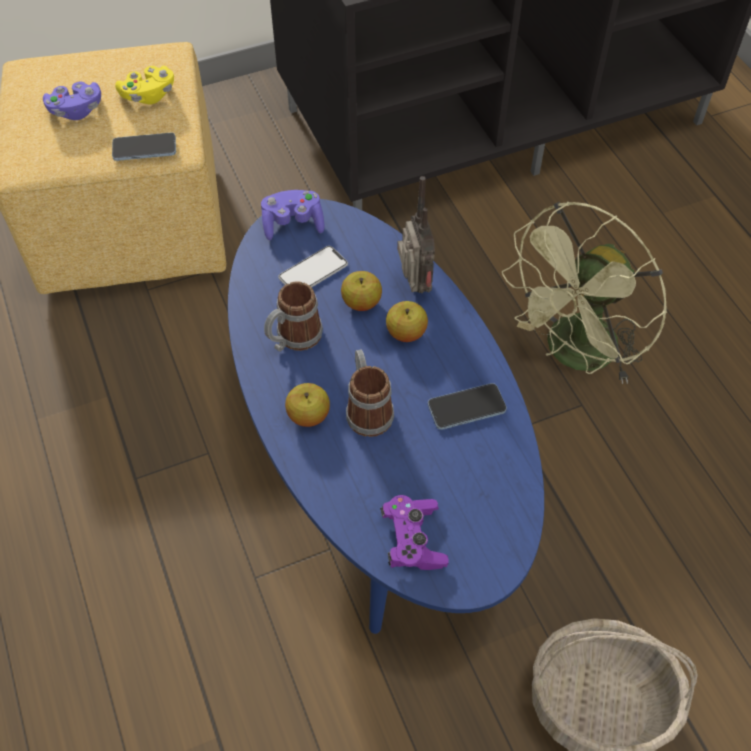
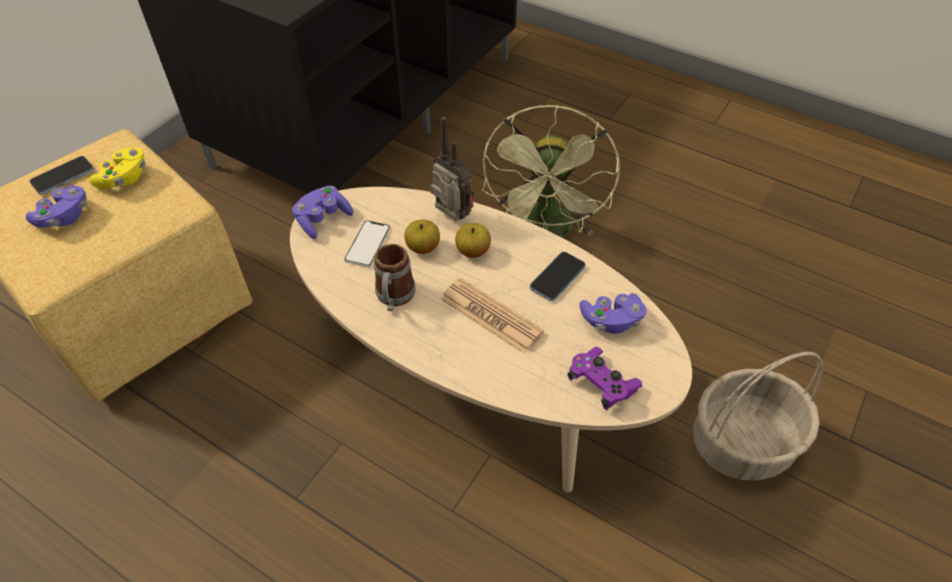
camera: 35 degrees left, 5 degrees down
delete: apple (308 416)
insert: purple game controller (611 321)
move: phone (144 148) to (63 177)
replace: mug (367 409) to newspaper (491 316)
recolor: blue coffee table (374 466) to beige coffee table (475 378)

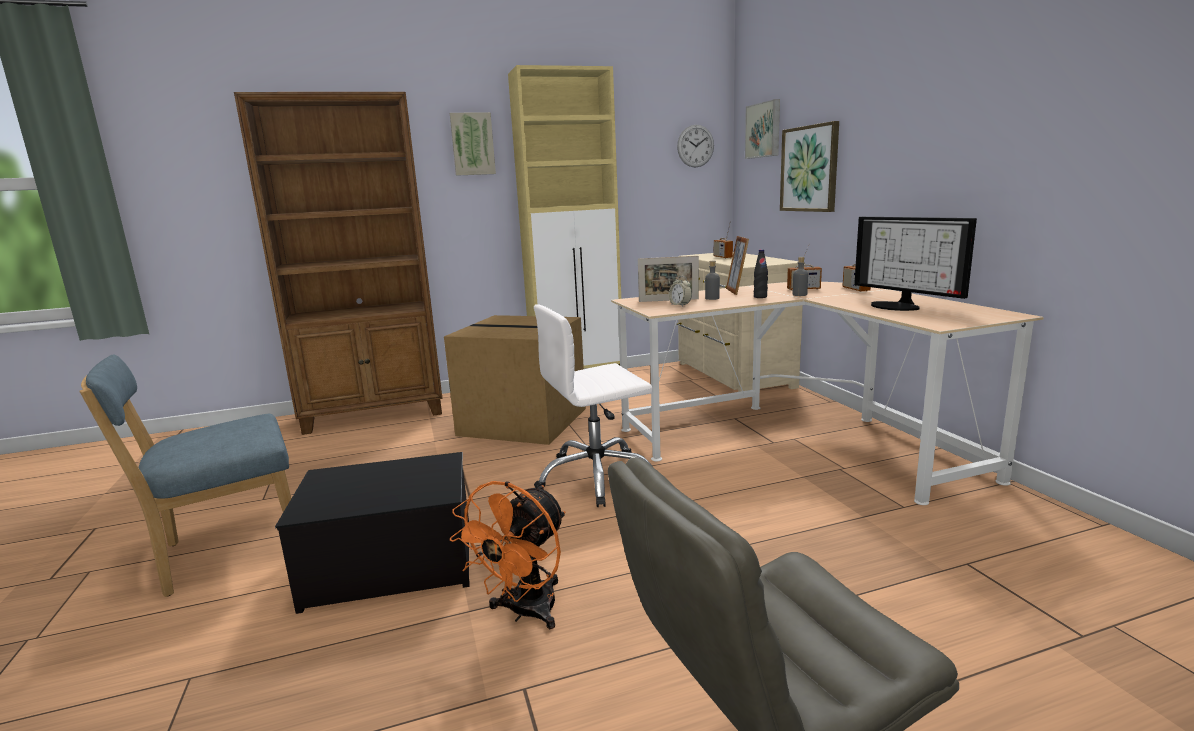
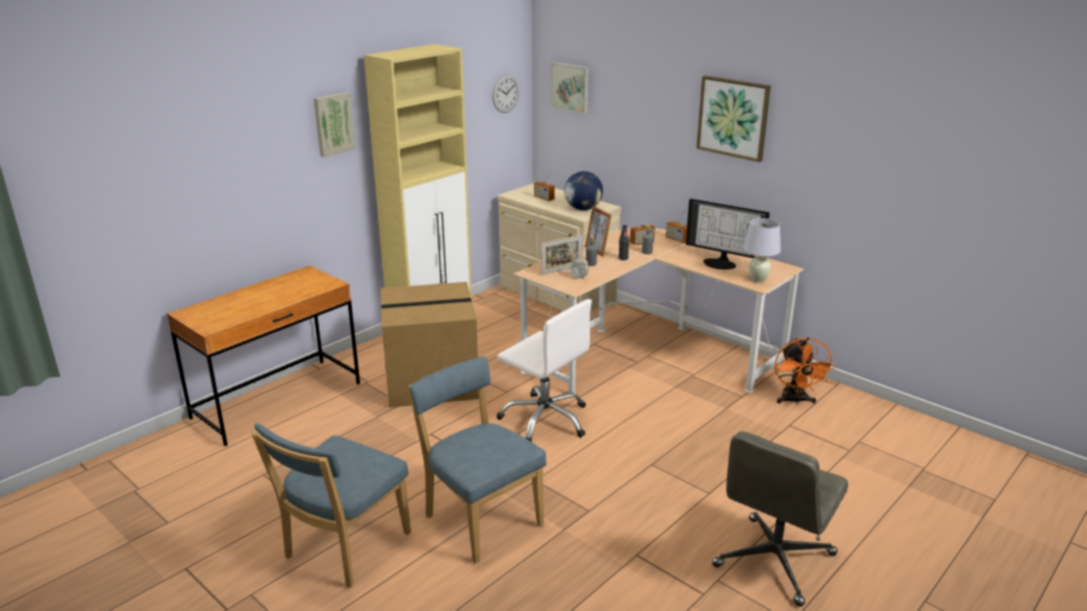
camera: 30 degrees left, 10 degrees up
insert: globe (583 209); white table lamp (758 280)
move: picture (810 169) to (733 117); orange fan (524 613) to (795 401)
replace: brown bookcase (375 414) to brown desk (278 400); storage box (393 564) to blue chair (480 518)
rotate: white office chair (596 477) = (545 419) 90 degrees counterclockwise

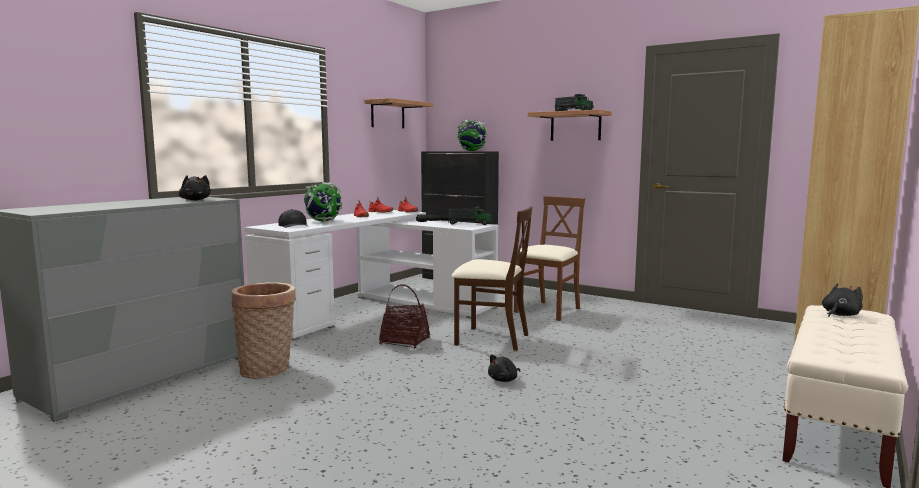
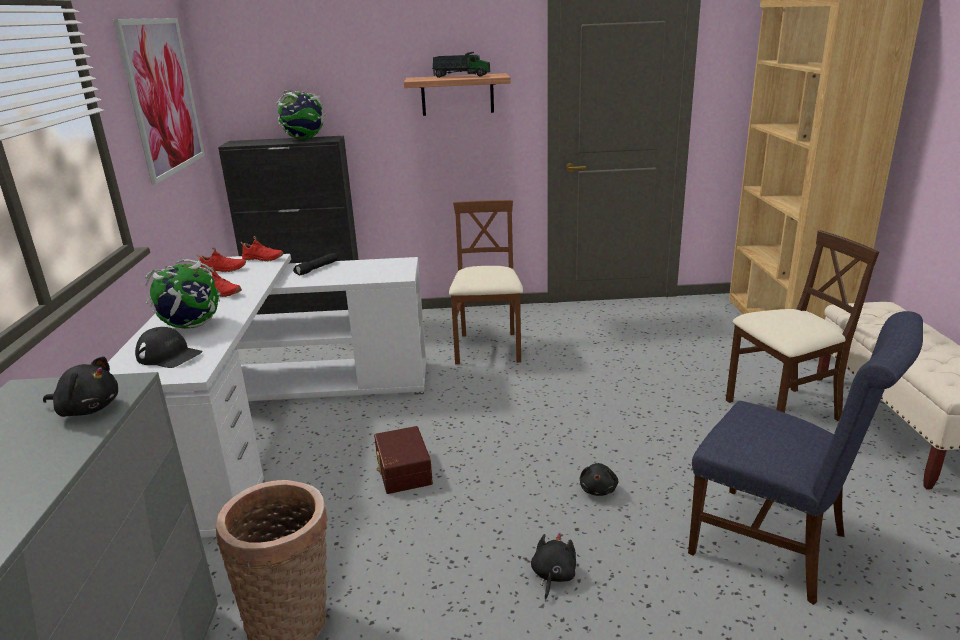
camera: 35 degrees left, 15 degrees up
delete: toy truck (469 224)
insert: blue chair (778 546)
move: black plush toy (839 315) to (553 576); beige chair (491 339) to (782 412)
replace: shelf (387 114) to picture (163 96); basket (405 341) to brown storage box (402 471)

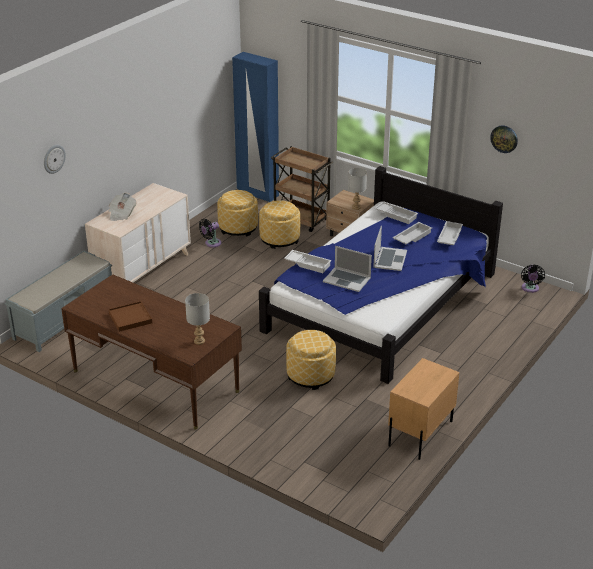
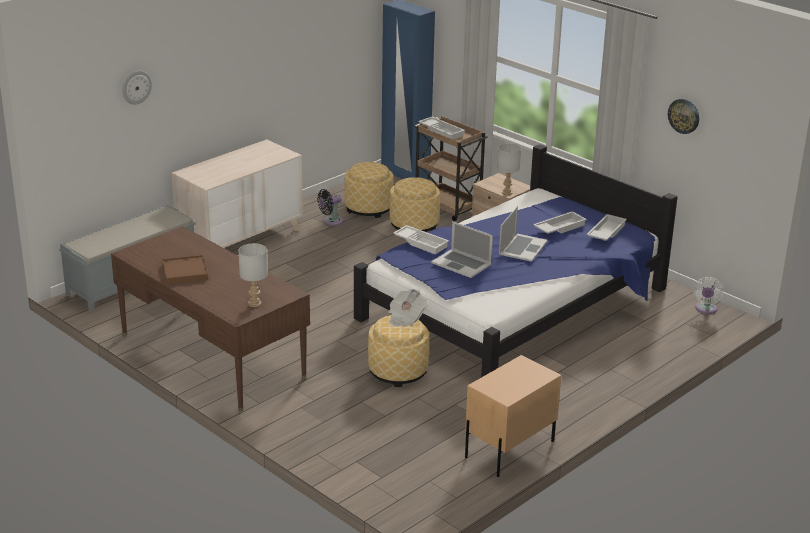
camera: 10 degrees right, 5 degrees down
move: newspaper (121 214) to (405 318); white tray (396 215) to (442 131)
recolor: black fan (530 289) to white fan (705 309)

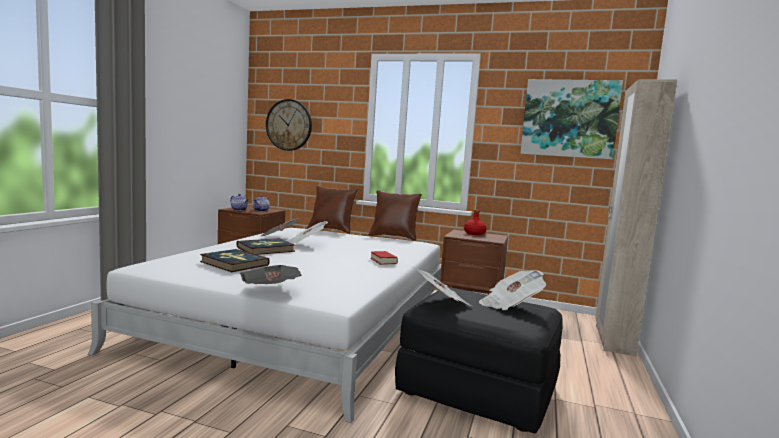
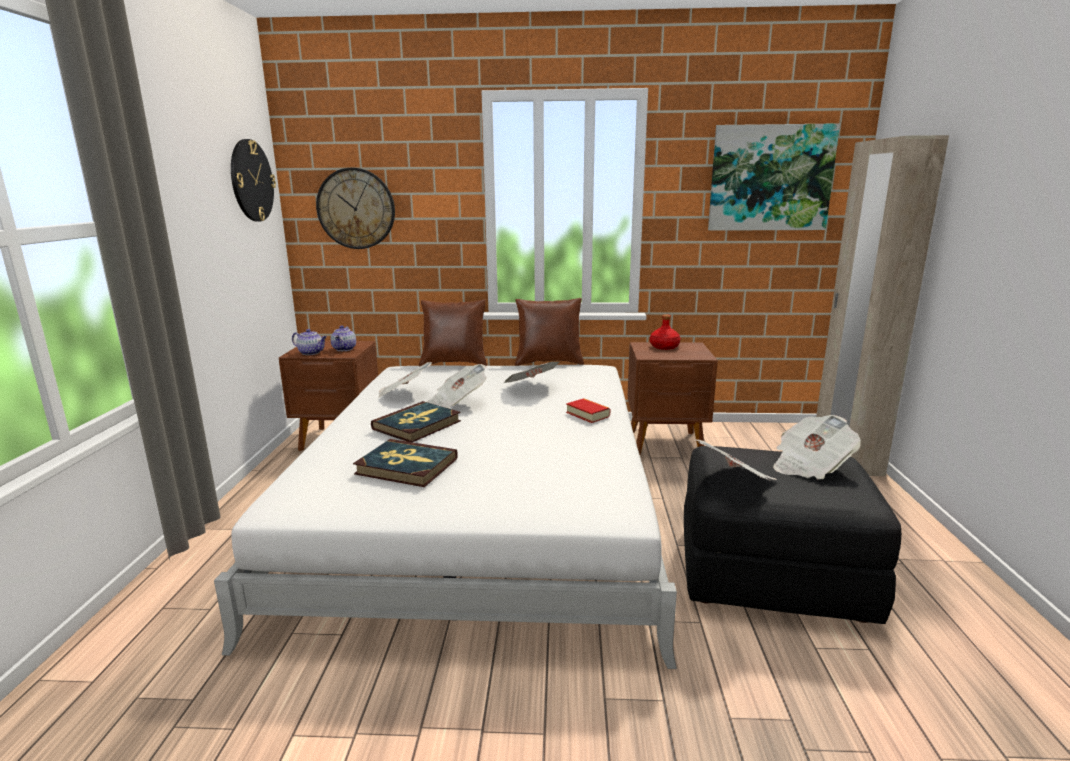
camera: 15 degrees left, 10 degrees up
insert: wall clock (251 181)
move: newspaper (270 292) to (530 387)

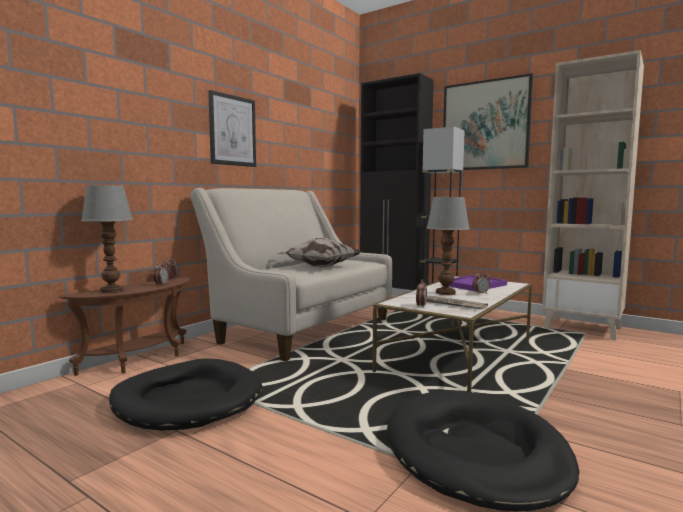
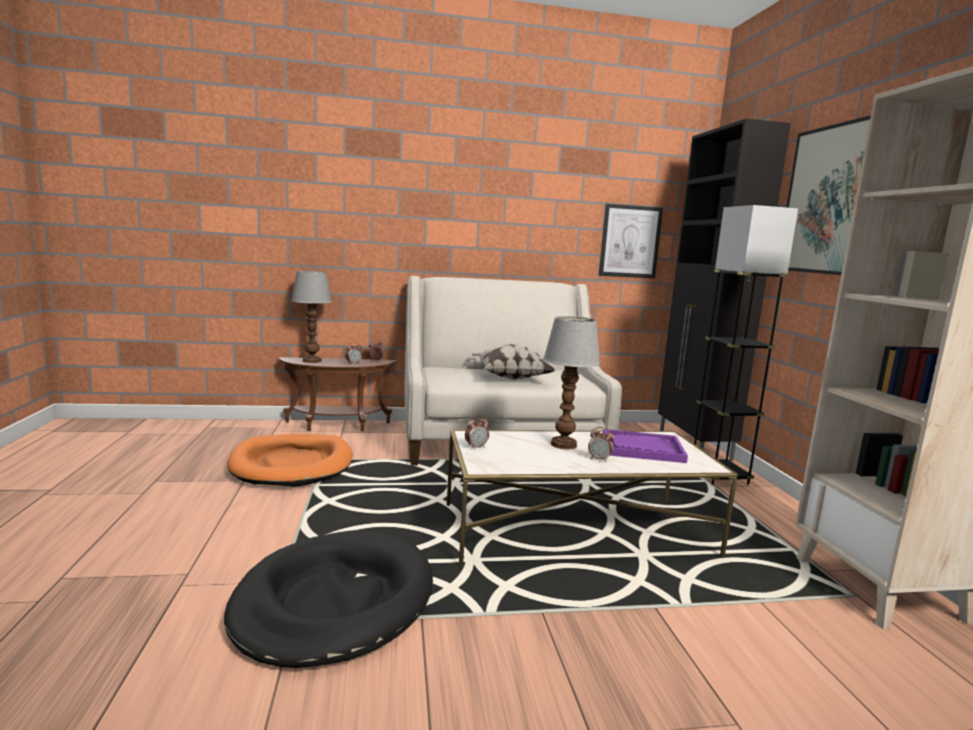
camera: 45 degrees right, 5 degrees up
delete: newspaper (452 304)
move: picture (232 130) to (630 241)
recolor: black dog bed (187 400) to orange dog bed (292 464)

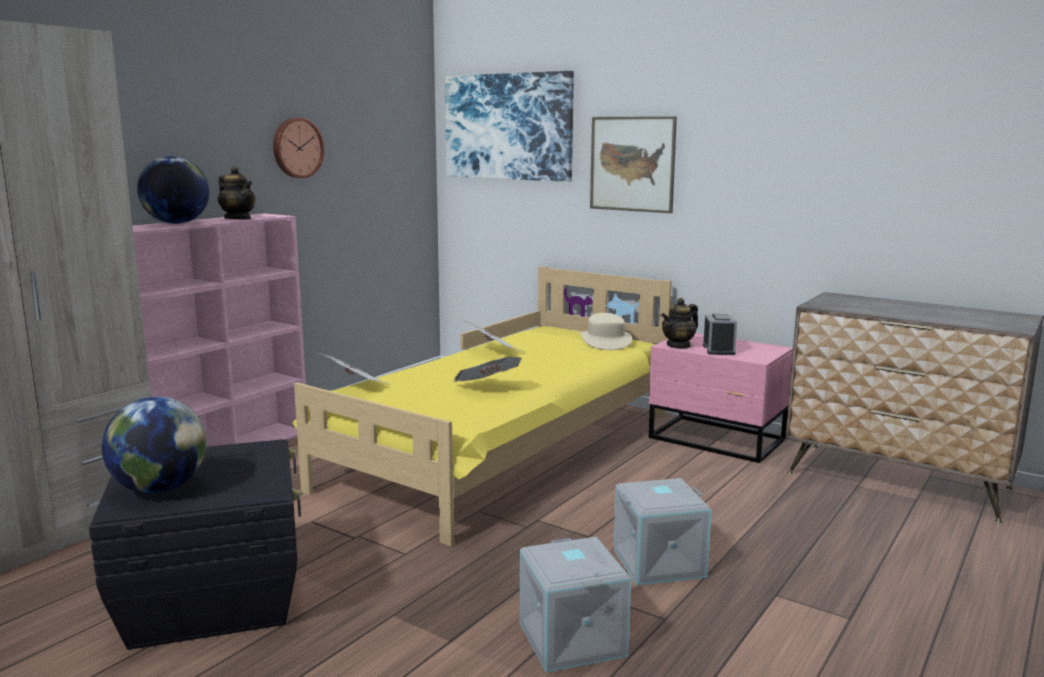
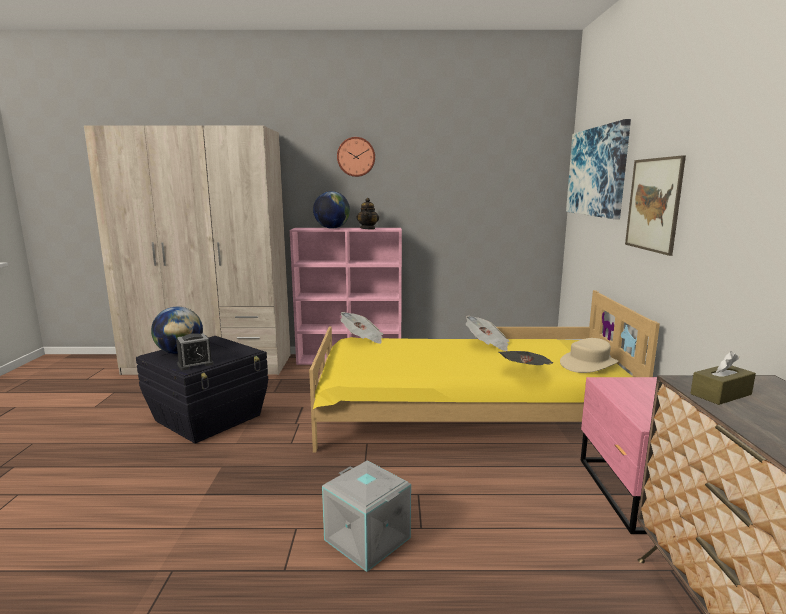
camera: 55 degrees right, 0 degrees up
delete: grey storage box (569 639); teapot (679 345)
insert: brown tissue box (720 394)
move: alarm clock (718 350) to (195 364); wall clock (296 148) to (356 157); newspaper (487 388) to (525 372)

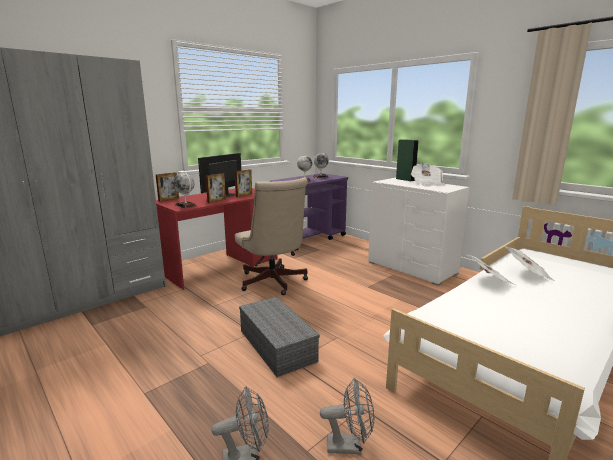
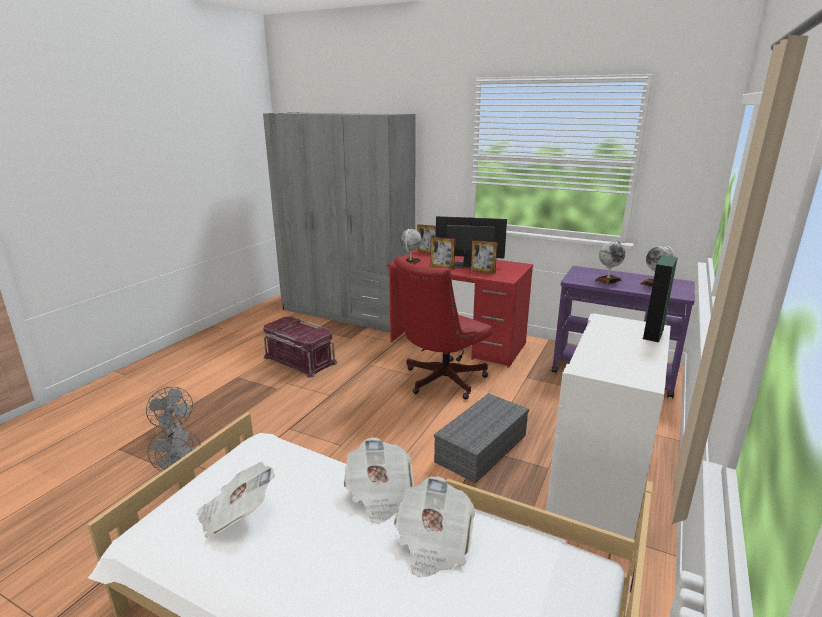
camera: 70 degrees right, 5 degrees up
insert: red storage box (299 360)
move: newspaper (426 184) to (236 514); grey storage box (275 345) to (481 447)
recolor: beige office chair (273 283) to red office chair (440 381)

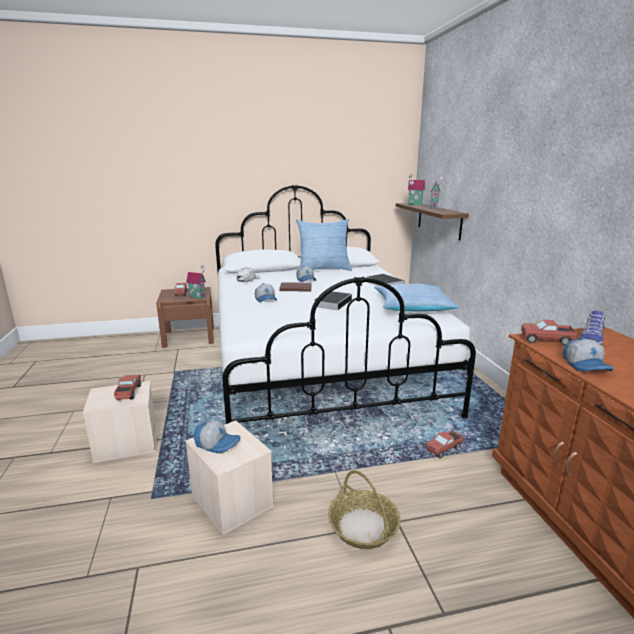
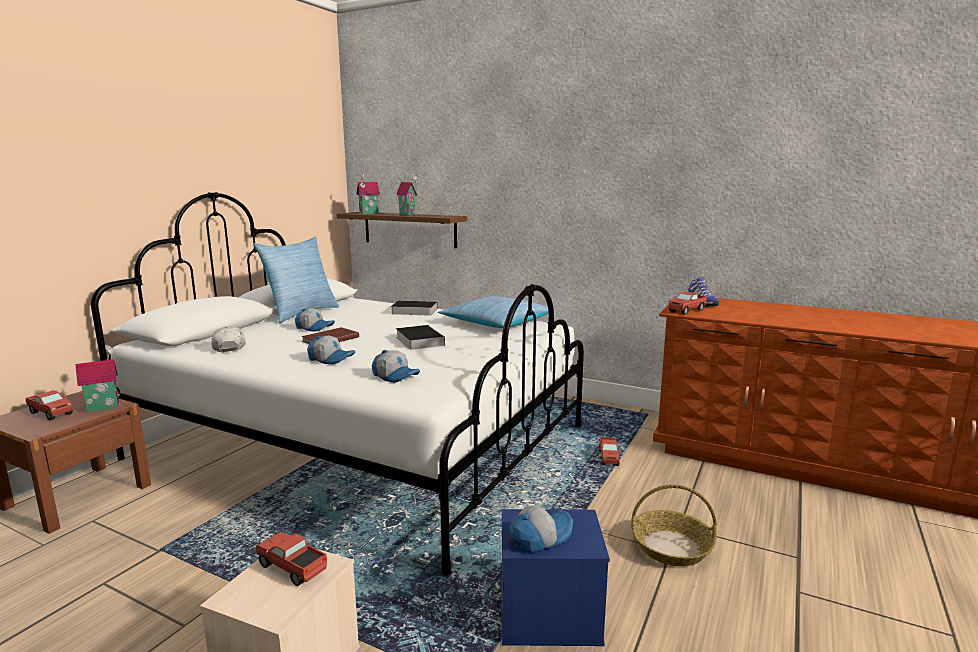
camera: 50 degrees left, 5 degrees down
move: cap (586 365) to (396 376)
recolor: beige storage box (230 500) to blue storage box (548 615)

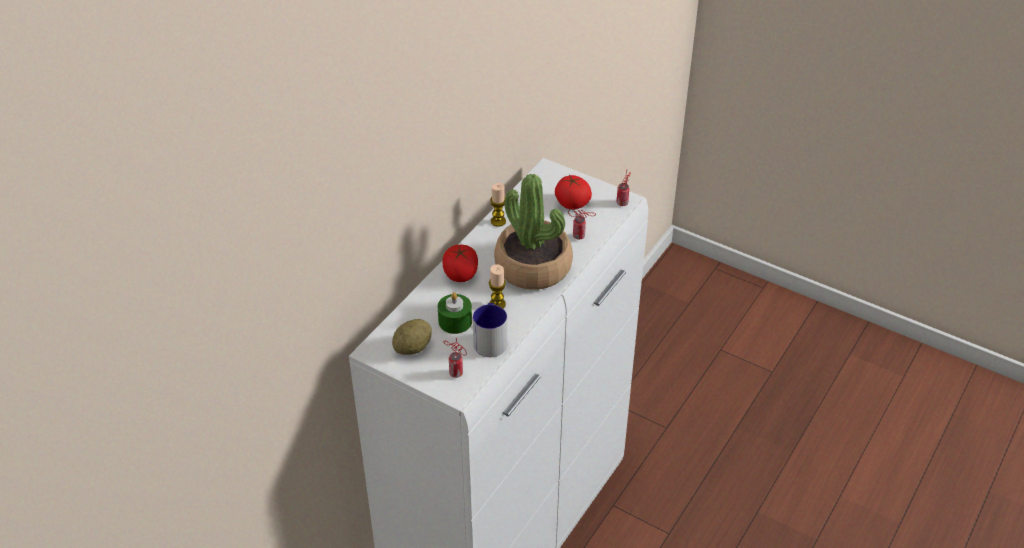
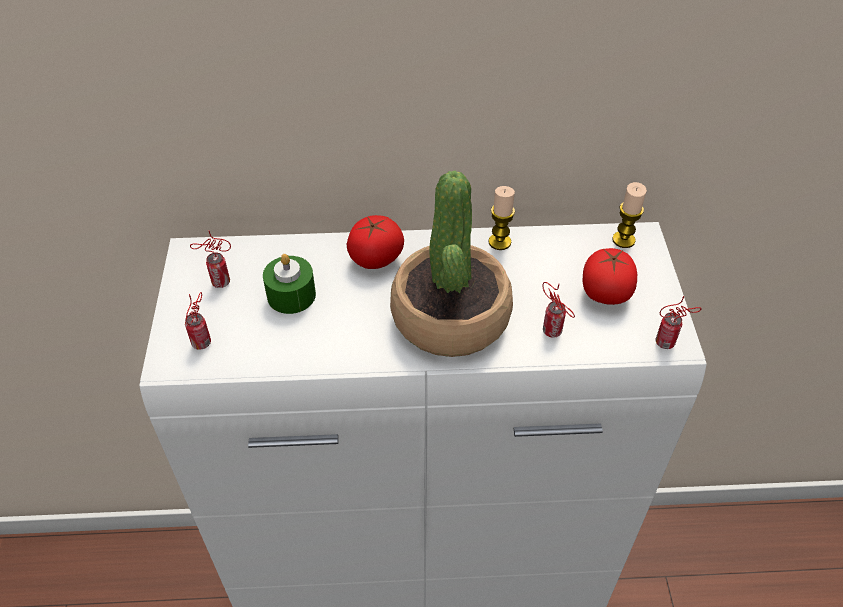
camera: 55 degrees right, 5 degrees up
delete: mug (490 340)
move: candle (497 304) to (623 240)
replace: potato (413 348) to can (218 282)

